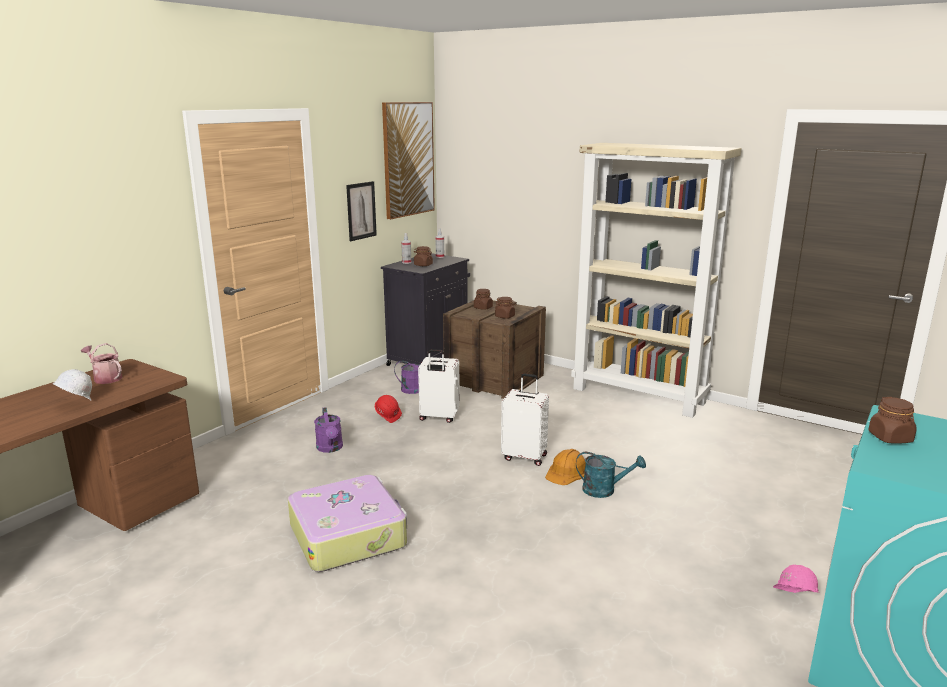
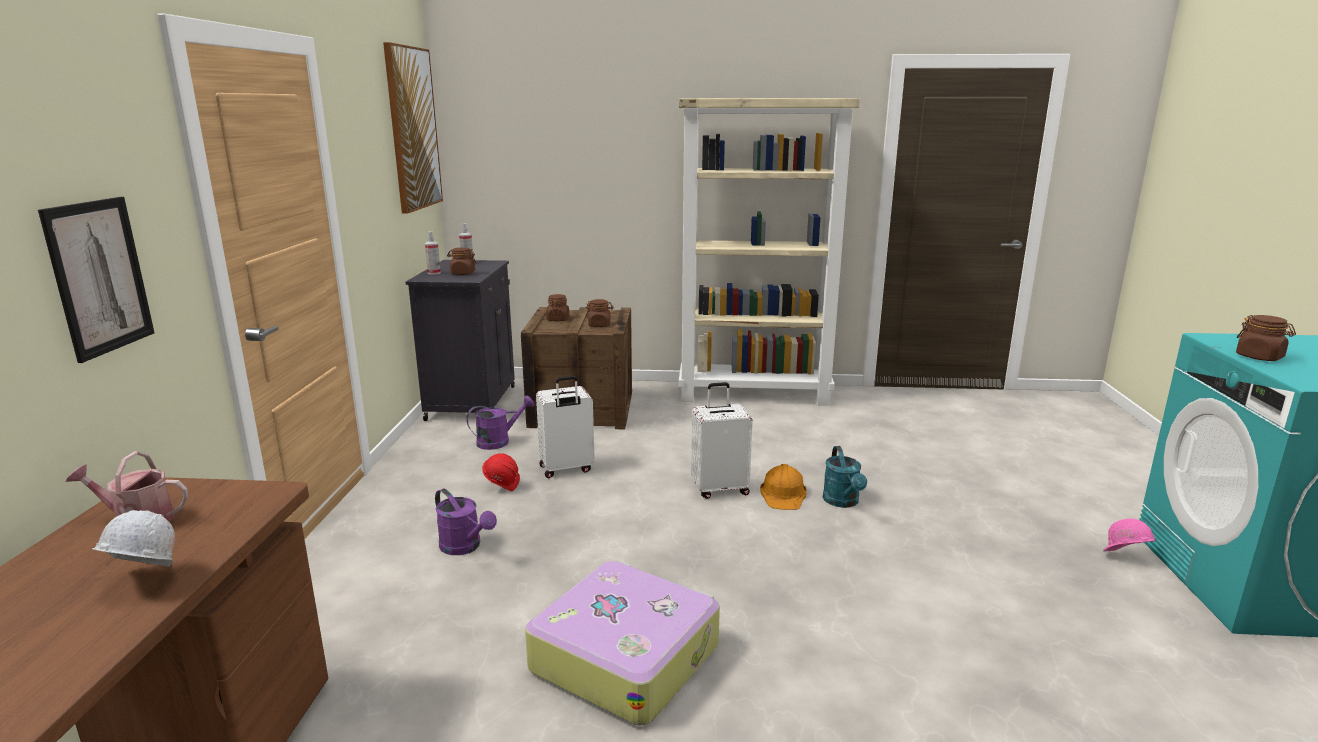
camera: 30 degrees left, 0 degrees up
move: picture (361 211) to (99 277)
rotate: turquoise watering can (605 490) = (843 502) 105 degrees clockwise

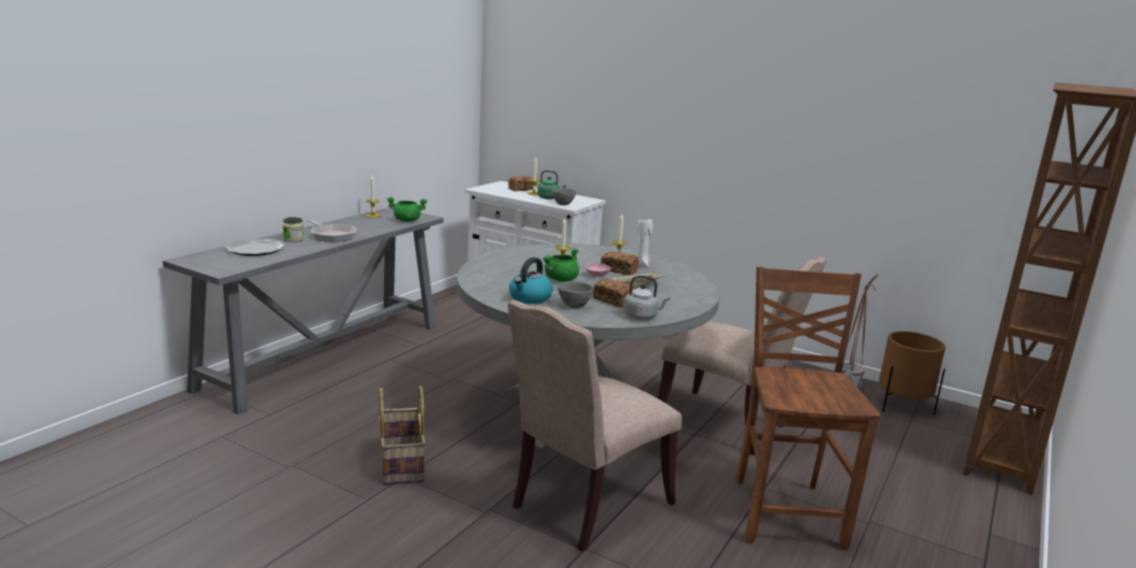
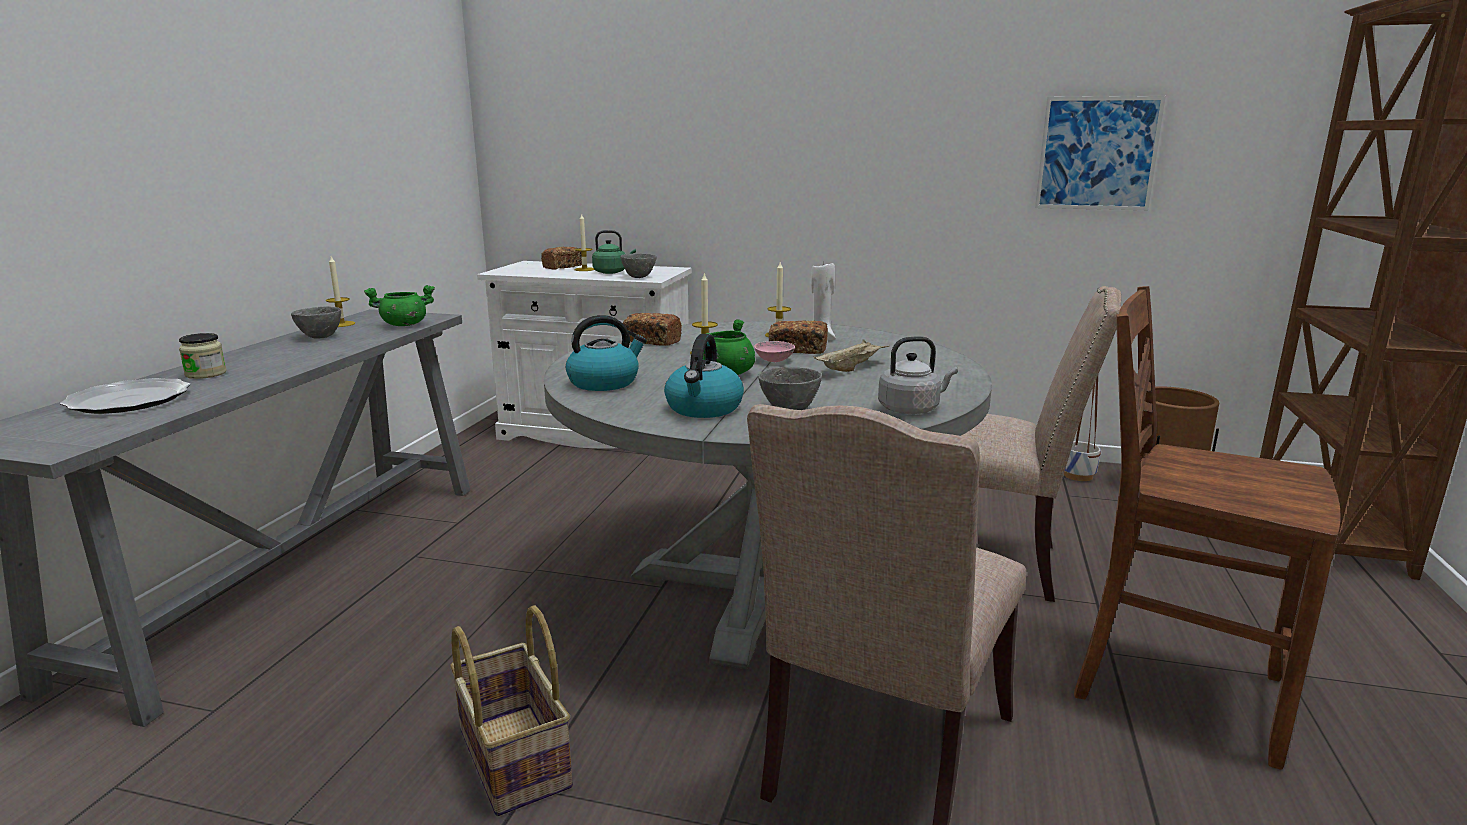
camera: 15 degrees left, 0 degrees up
delete: frying pan (331 235)
insert: grey bowl (320 337); kettle (604 382); picture (1097 153)
move: bread (612 301) to (652 341)
rotate: brown chair (786 511) = (1172 687) 45 degrees counterclockwise

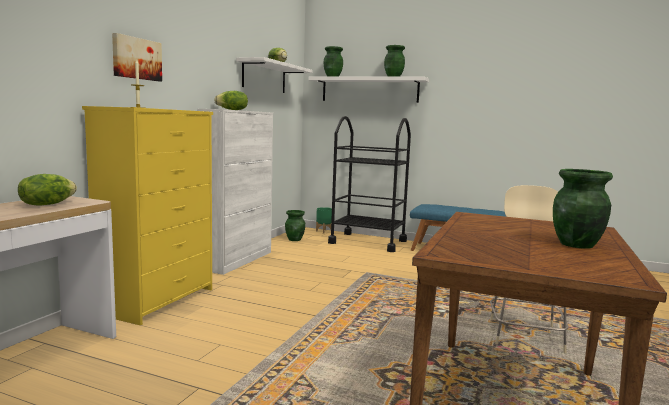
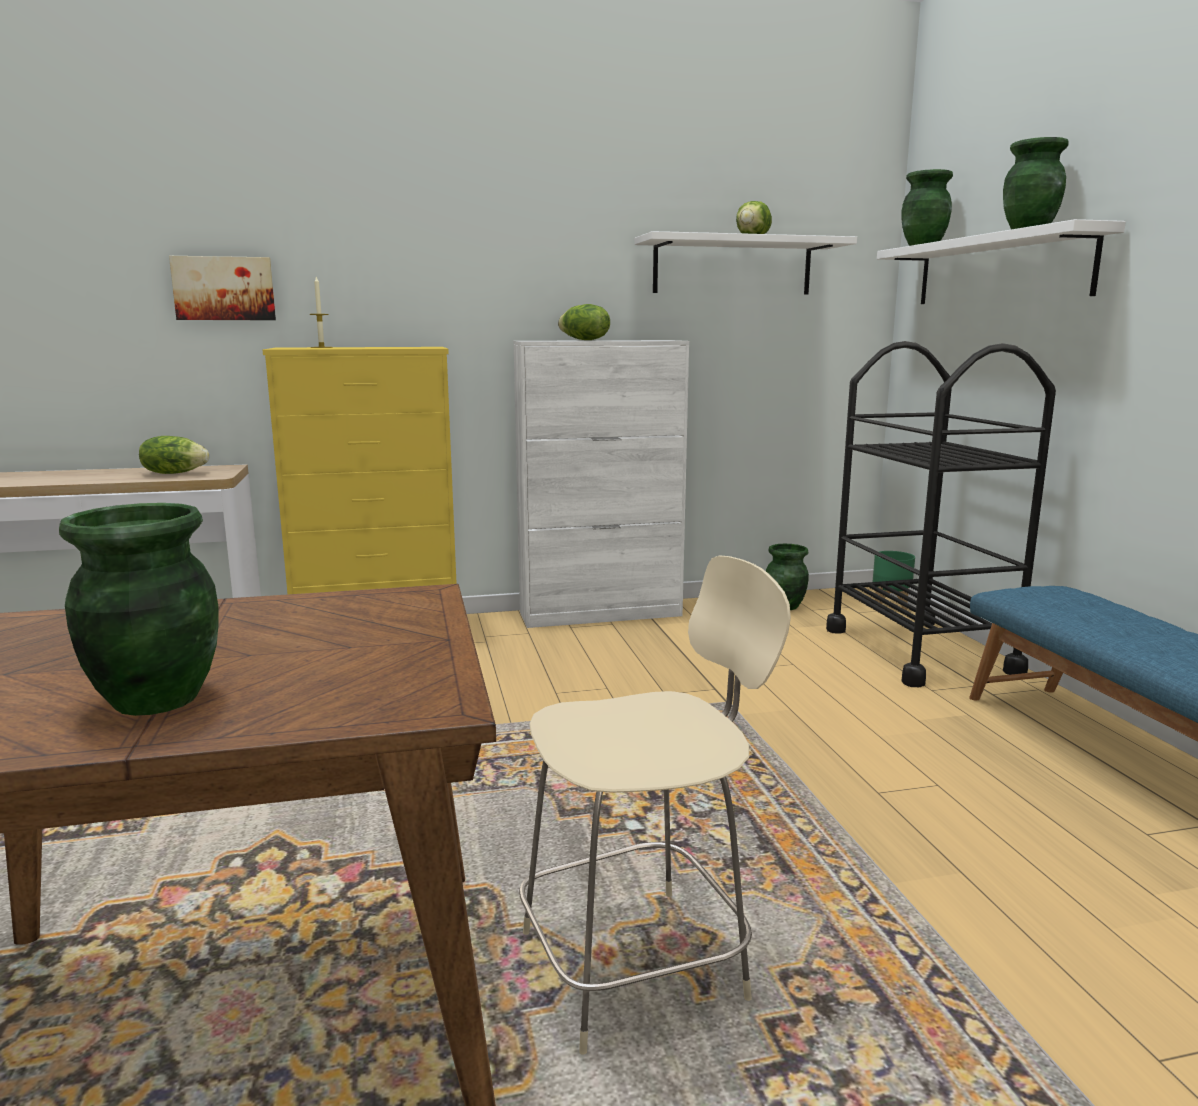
camera: 55 degrees right, 5 degrees up
move: picture (136 58) to (224 288)

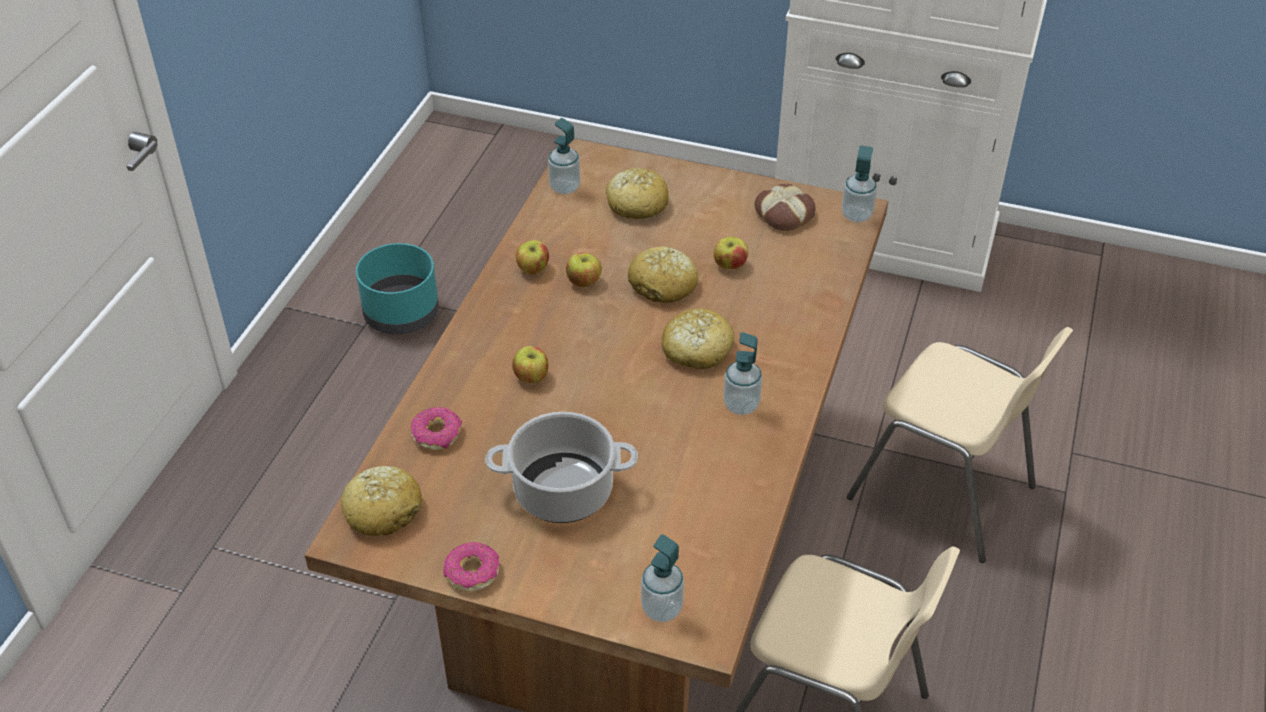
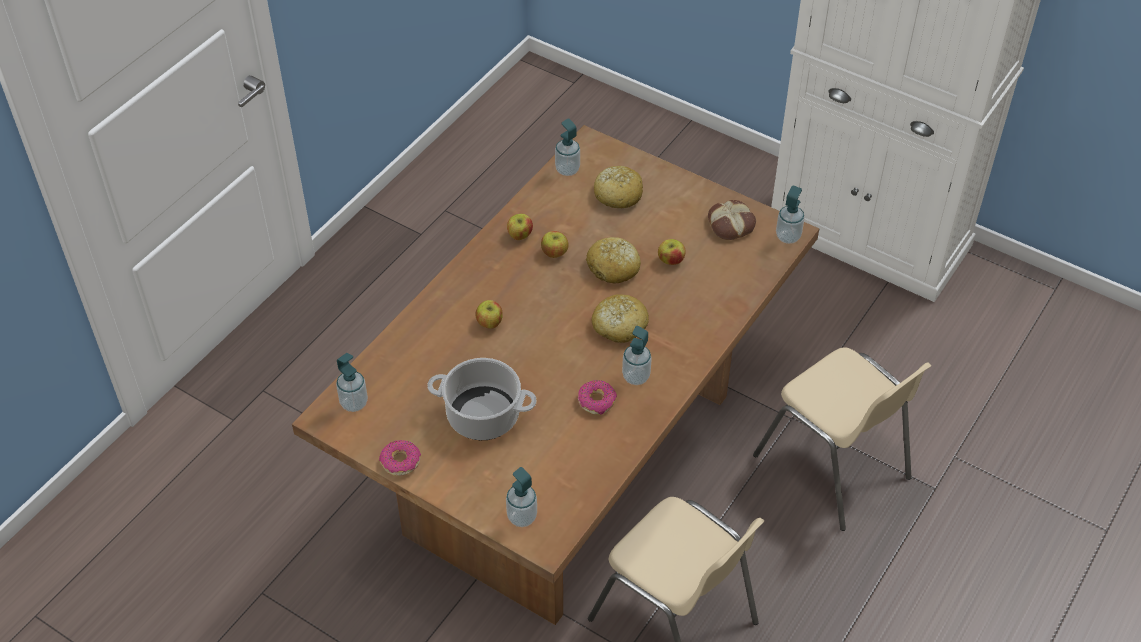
camera: 15 degrees right, 5 degrees up
delete: turquoise planter (402 313)
move: donut (437 434) to (597 401)
replace: bread (383 510) to soap dispenser (354 403)

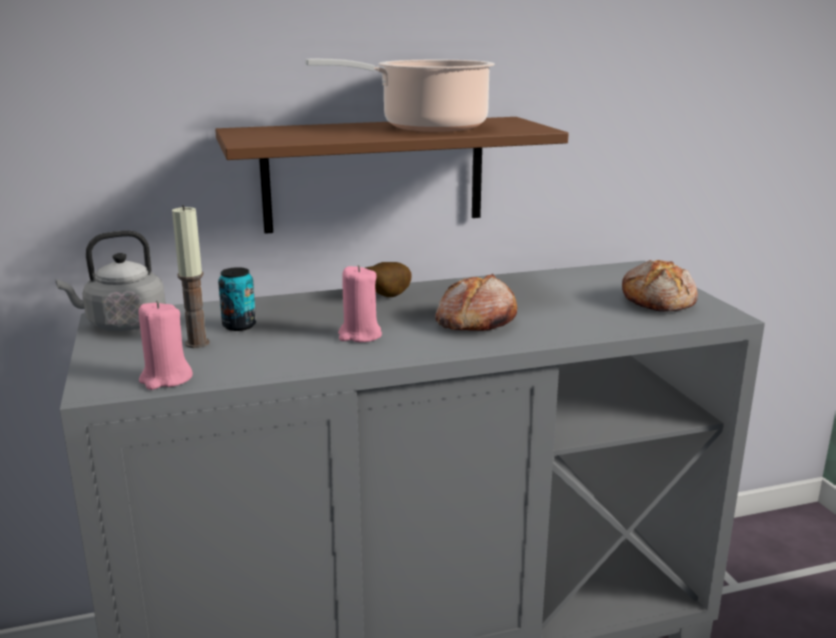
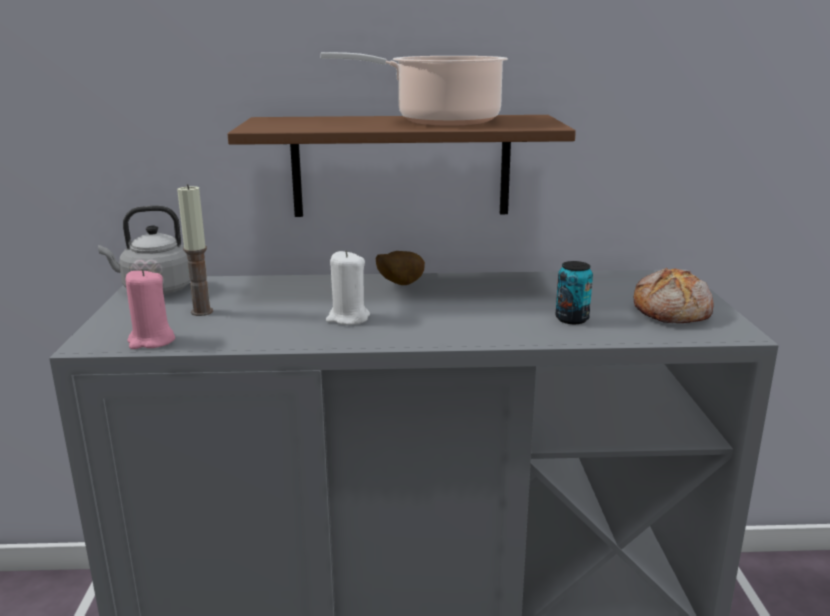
camera: 15 degrees right, 0 degrees up
delete: bread (475 321)
move: can (239 326) to (572 319)
recolor: pink candle (359 335) to white candle (348 318)

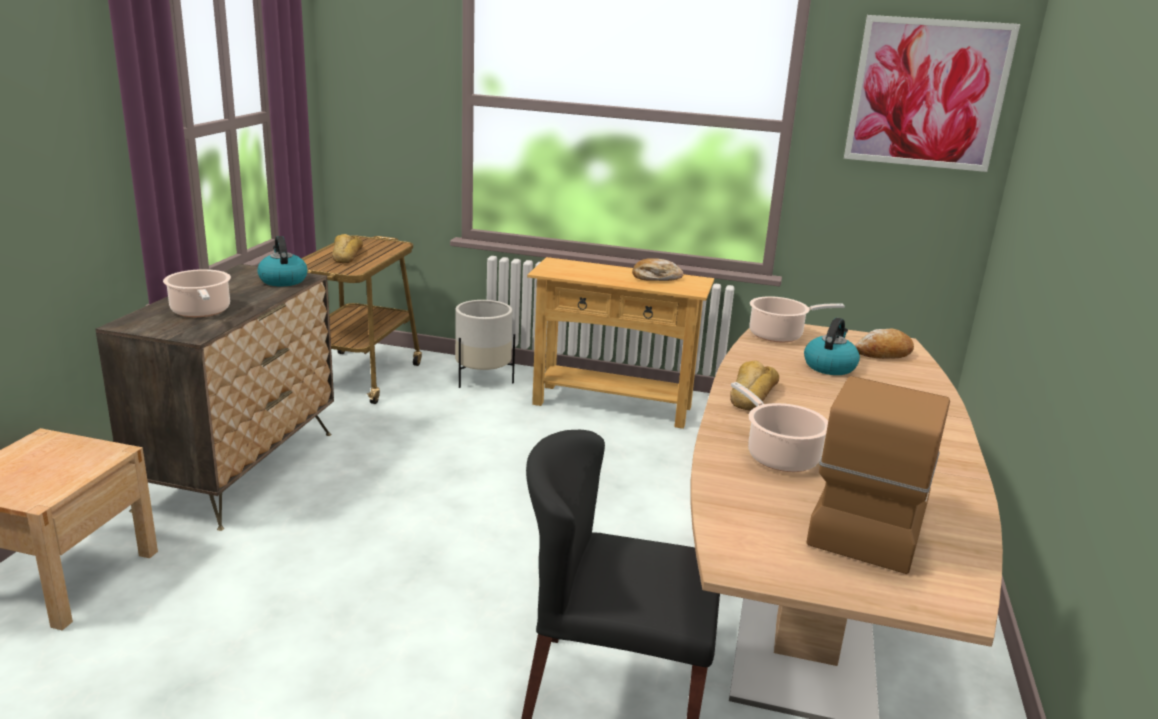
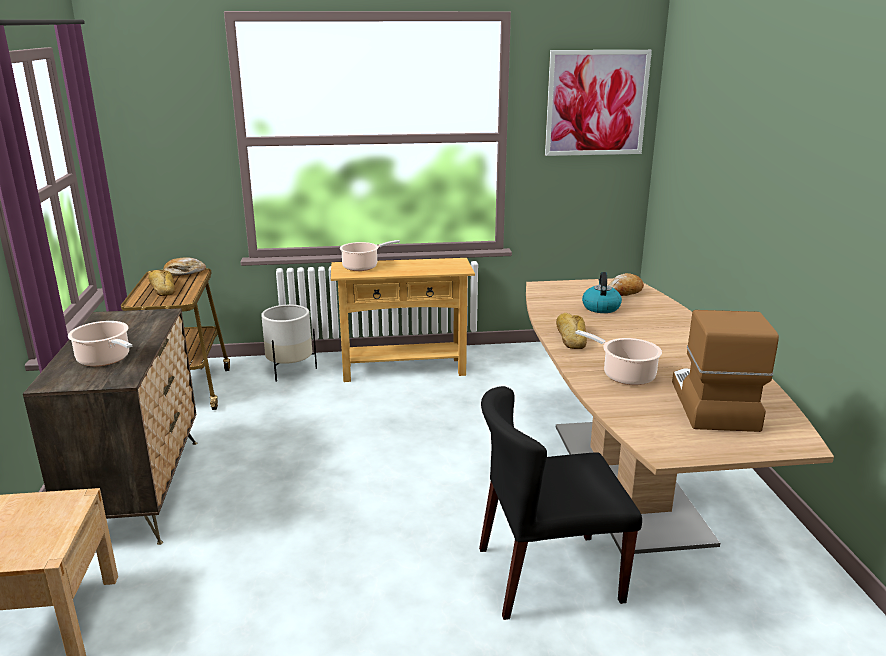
camera: 20 degrees left, 0 degrees up
delete: kettle (282 280)
move: bread (656 278) to (184 273); cooking pot (779 335) to (362 267)

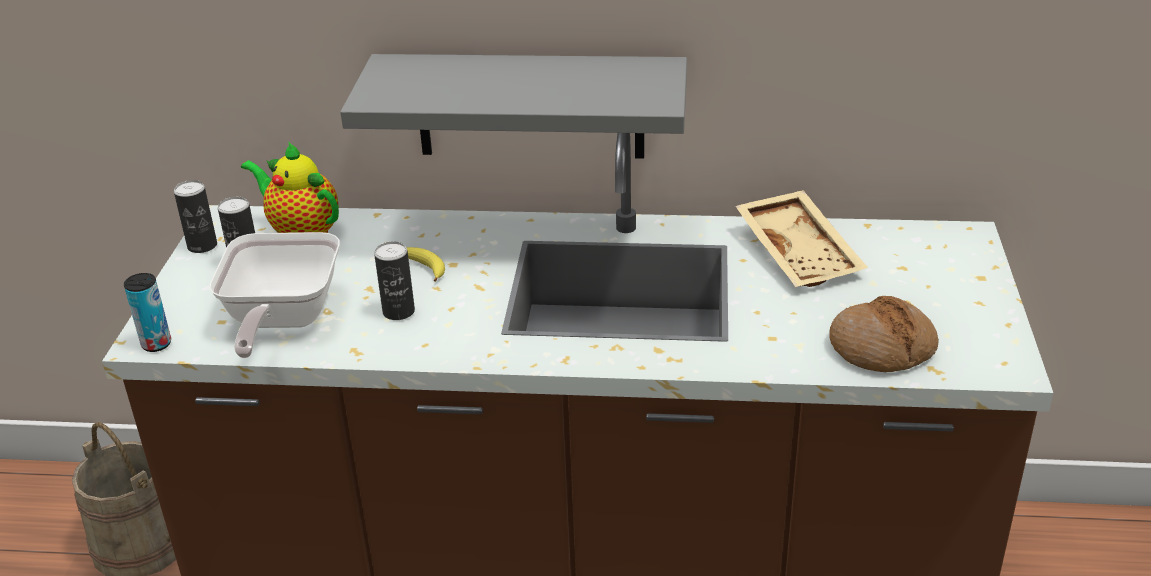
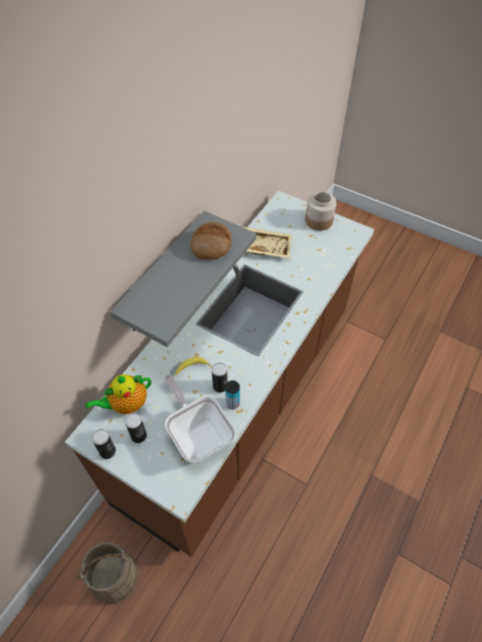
camera: 65 degrees left, 20 degrees up
insert: jar (318 221)
move: bread (882 348) to (211 245); can (156 344) to (232 403)
rotate: frying pan (280 321) = (198 433) 150 degrees counterclockwise

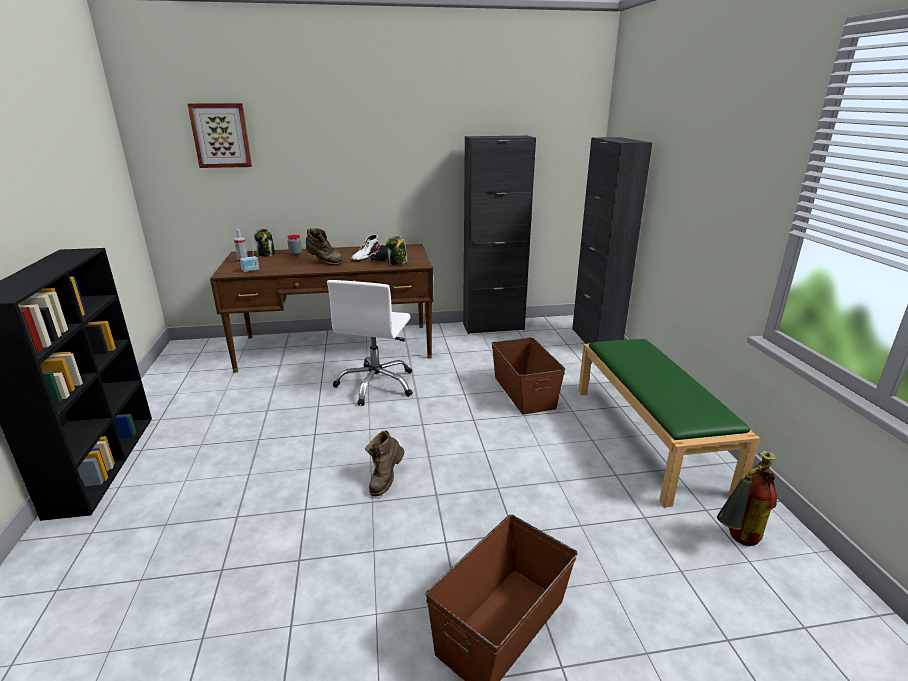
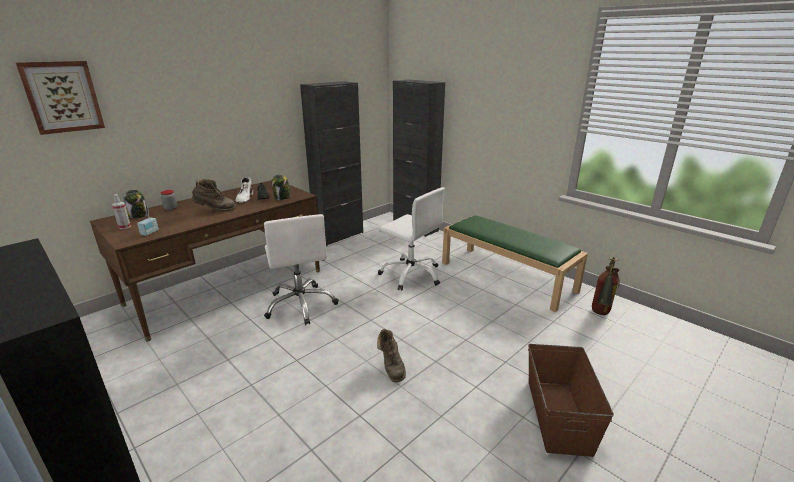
camera: 35 degrees left, 0 degrees up
replace: brown storage box (523 392) to white office chair (411 274)

